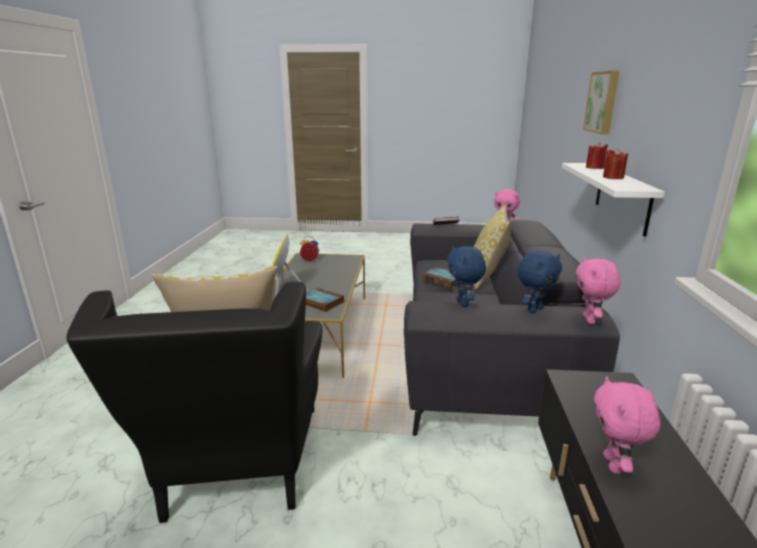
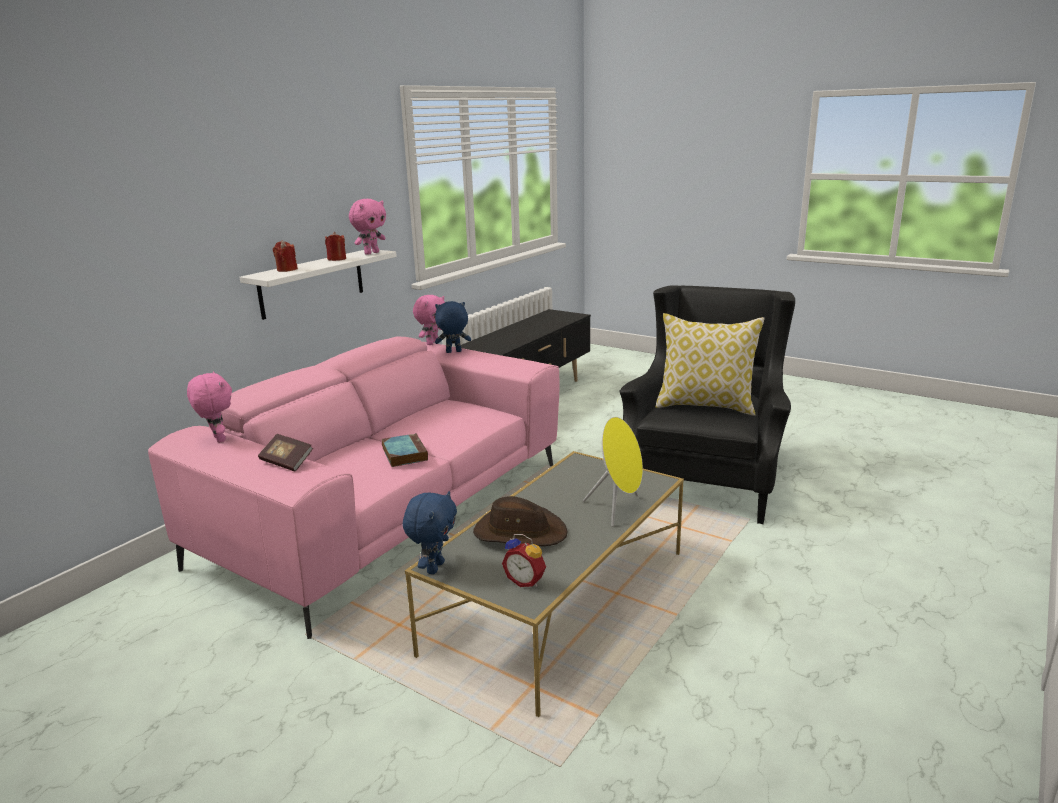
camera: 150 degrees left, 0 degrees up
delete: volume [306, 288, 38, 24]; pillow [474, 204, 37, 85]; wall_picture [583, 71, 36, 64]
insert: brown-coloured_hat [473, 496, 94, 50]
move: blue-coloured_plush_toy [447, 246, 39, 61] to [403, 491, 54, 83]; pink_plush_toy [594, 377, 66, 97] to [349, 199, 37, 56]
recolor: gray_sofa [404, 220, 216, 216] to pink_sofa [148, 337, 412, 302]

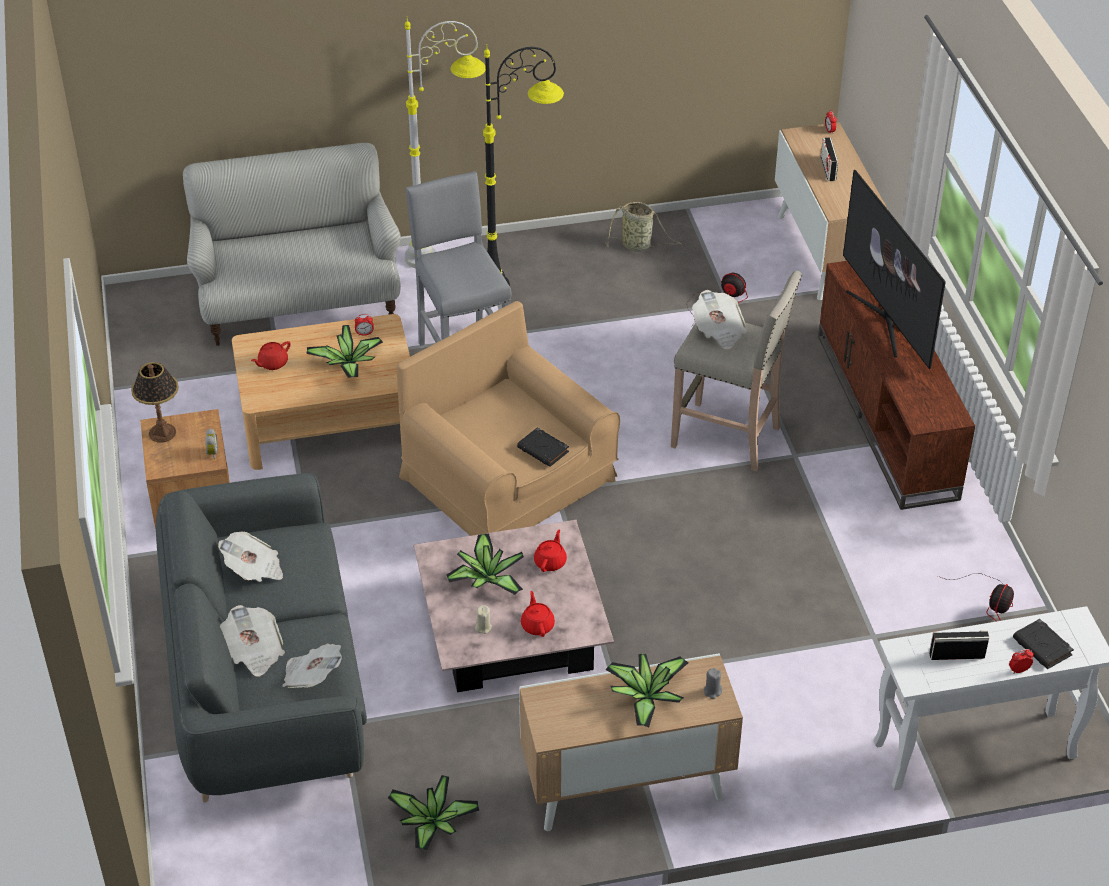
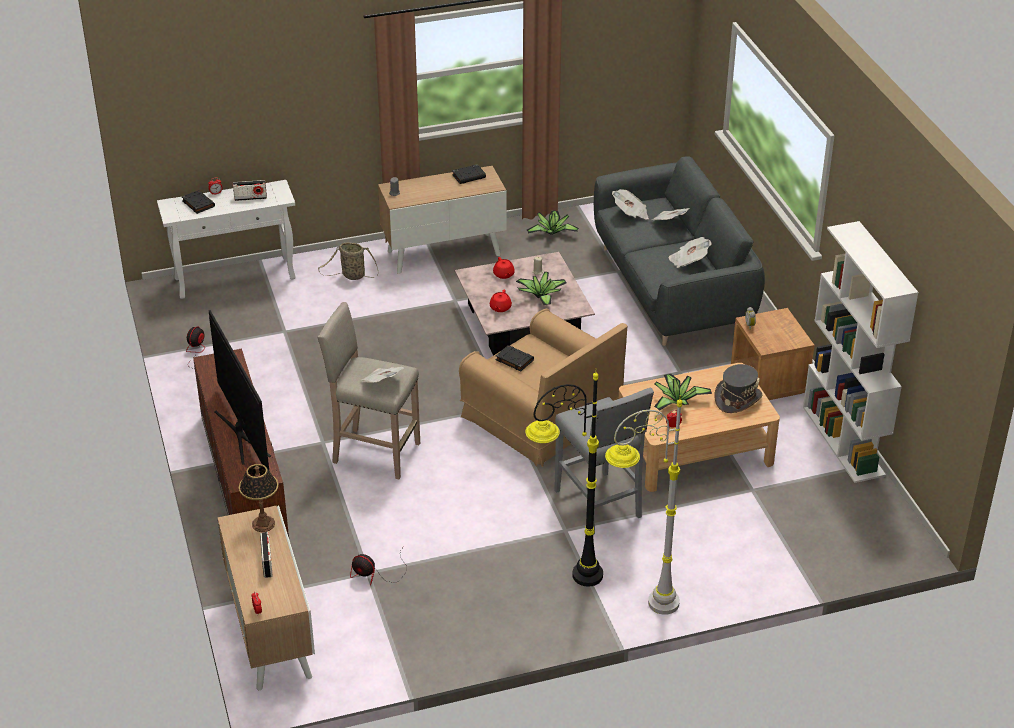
camera: 175 degrees right, 5 degrees down
delete: sofa [183, 143, 218, 203]; plant_in_a_pot [605, 653, 83, 74]
insert: black-coloured_volume [452, 164, 34, 20]; white_bookcase [803, 221, 115, 262]
move: lamp_for_a_table [131, 362, 48, 81] to [239, 464, 40, 68]; storage_basket [605, 202, 77, 50] to [318, 242, 60, 38]
replace: reddish_tea_pot [251, 341, 40, 29] to gray_hat [714, 364, 48, 49]

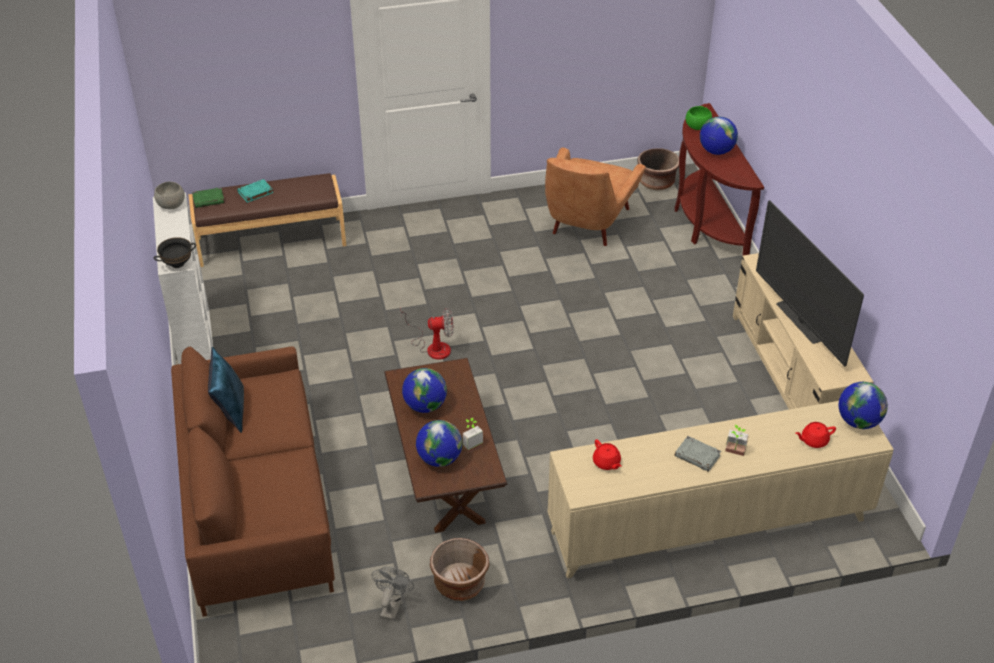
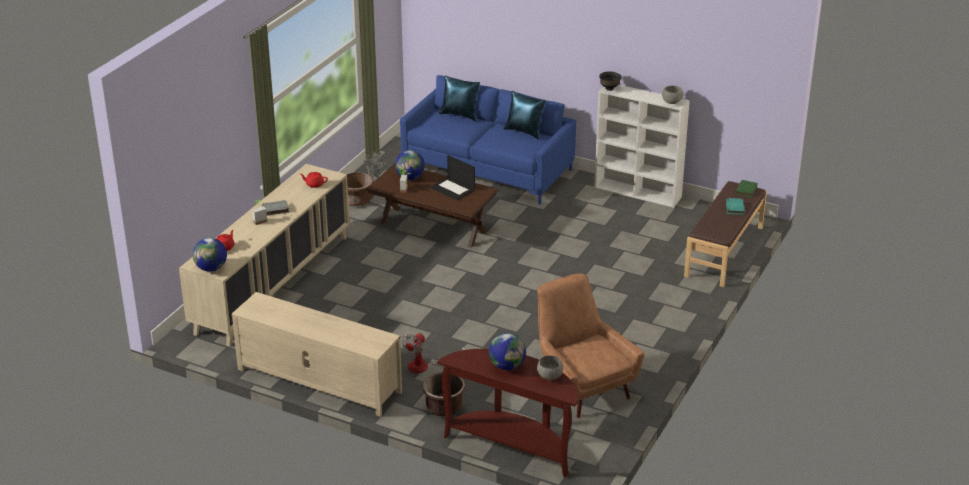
camera: 130 degrees right, 10 degrees down
delete: television [756, 200, 108, 166]
insert: blue-coloured_pillow [439, 76, 41, 45]
move: electric_fan [400, 306, 53, 54] to [402, 333, 64, 40]; brown-coloured_plant_pot [638, 149, 41, 41] to [422, 372, 43, 44]
replace: world_globe [402, 368, 45, 45] to notebook_computer [430, 155, 45, 45]
recolor: brown-coloured_sofa [171, 346, 164, 271] to blue-coloured_sofa [400, 75, 176, 130]; green-coloured_bowl [686, 106, 26, 24] to gray_bowl [537, 355, 26, 25]

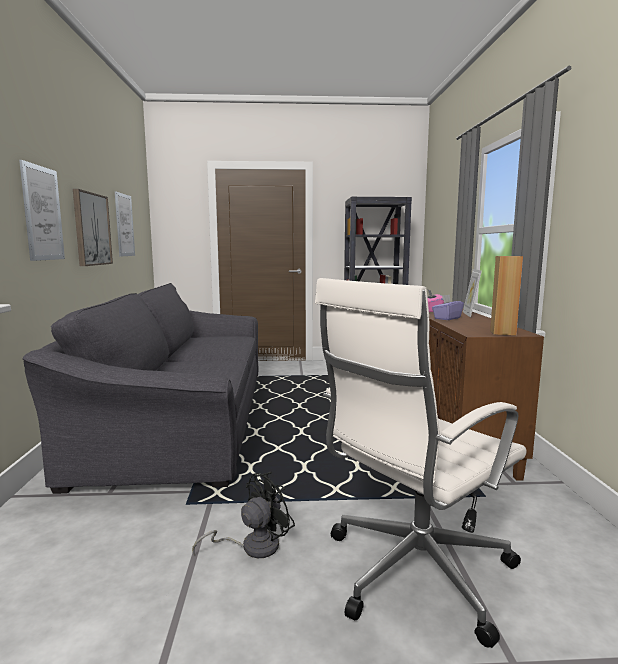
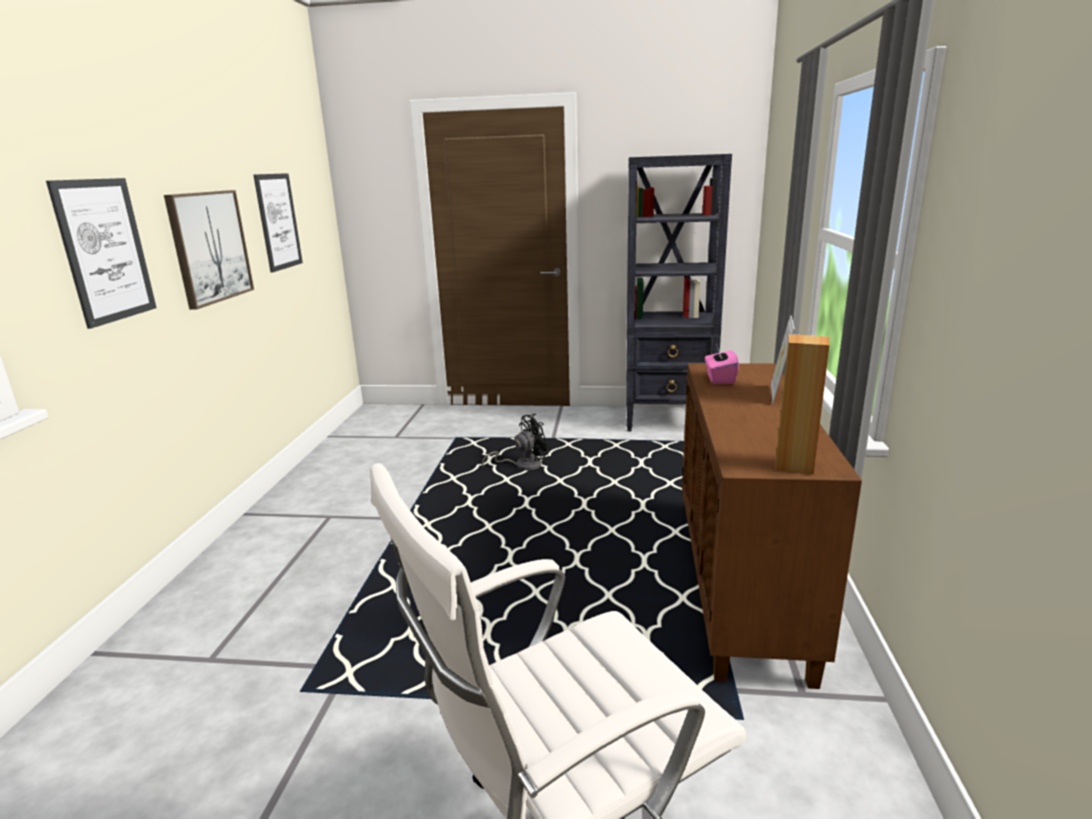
camera: 10 degrees right, 10 degrees up
delete: gray_sofa [23, 283, 235, 211]; purple_tissue_holder [432, 295, 32, 25]
move: black-coloured_electric_fan [192, 472, 103, 86] to [482, 414, 69, 56]

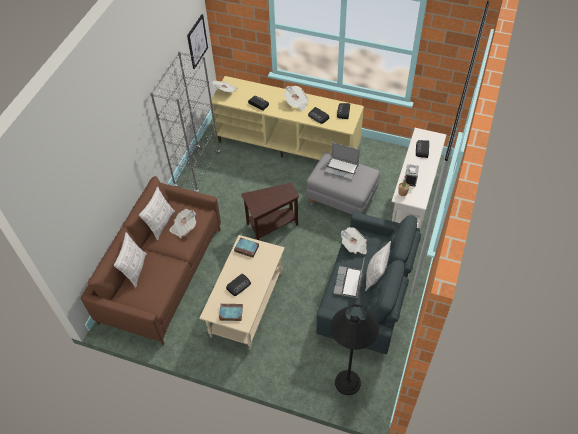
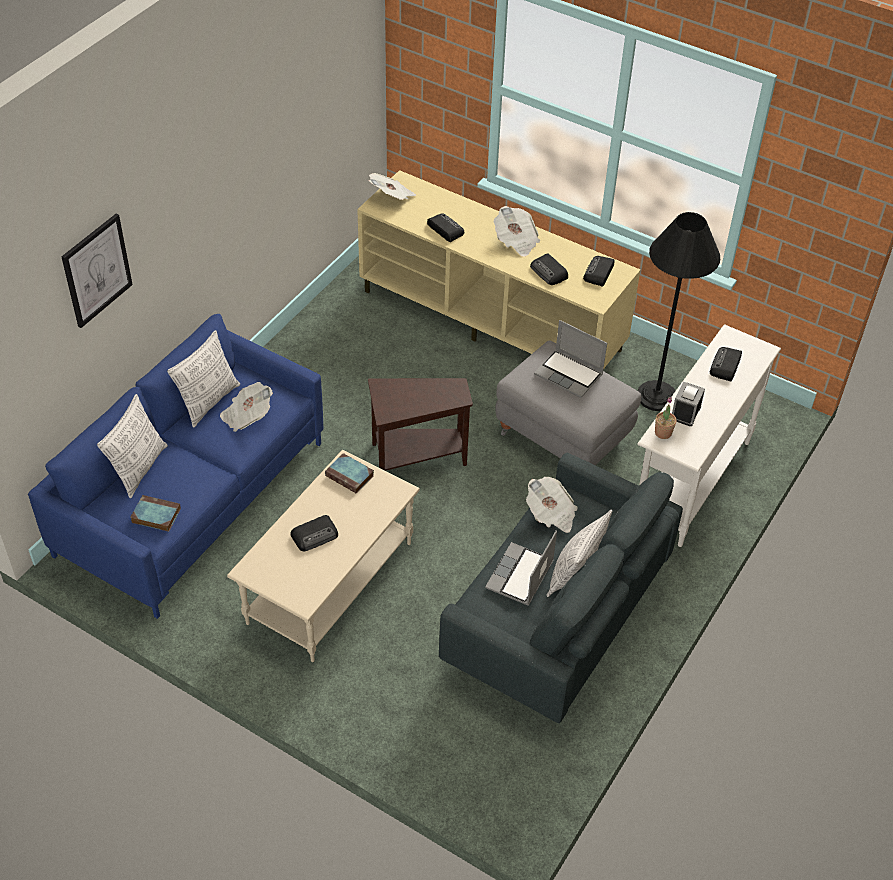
camera: 10 degrees right, 5 degrees down
delete: gray_bookcase [150, 52, 70, 140]
move: wall_picture [187, 14, 21, 55] to [61, 213, 72, 115]; volume [219, 304, 24, 17] to [130, 495, 51, 37]; black-coloured_standard_lamp [330, 304, 49, 91] to [638, 212, 82, 199]
recolor: brown-coloured_sofa [80, 176, 141, 169] to blue-coloured_sofa [28, 314, 295, 305]

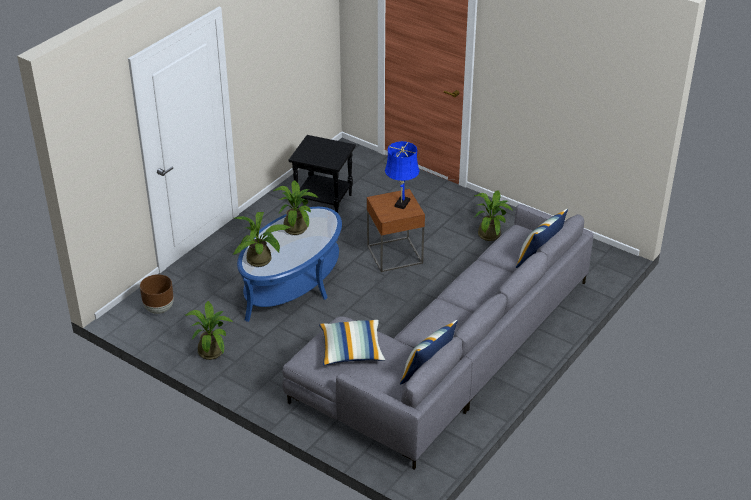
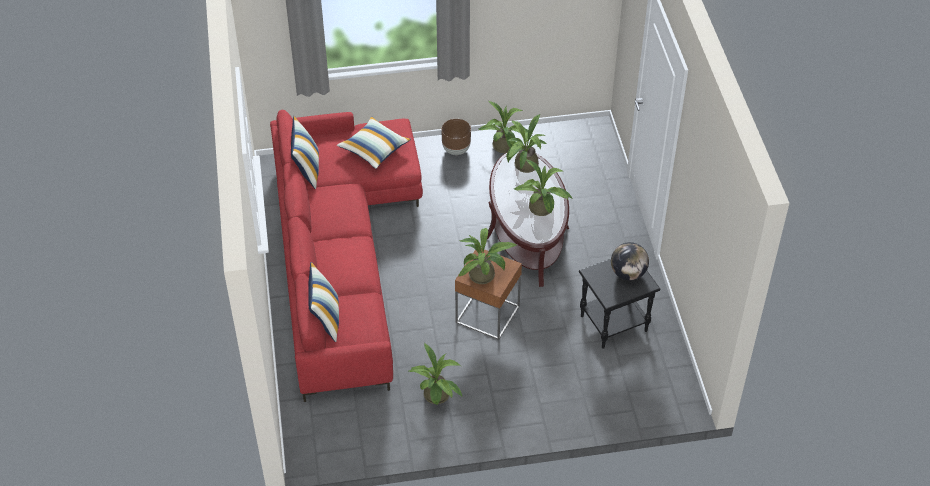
camera: 135 degrees right, 10 degrees up
insert: world_globe [611, 242, 38, 38]
move: brown-coloured_plant_pot [140, 274, 34, 40] to [441, 119, 30, 36]
replace: blue-coloured_lamp_for_a_table [385, 141, 35, 68] to plant_in_a_pot [458, 228, 60, 56]
recolor: blue-coloured_low_table [237, 207, 105, 115] to brown-coloured_low_table [487, 152, 82, 135]; gray_sofa [282, 204, 311, 266] to reddish_sofa [270, 110, 153, 292]

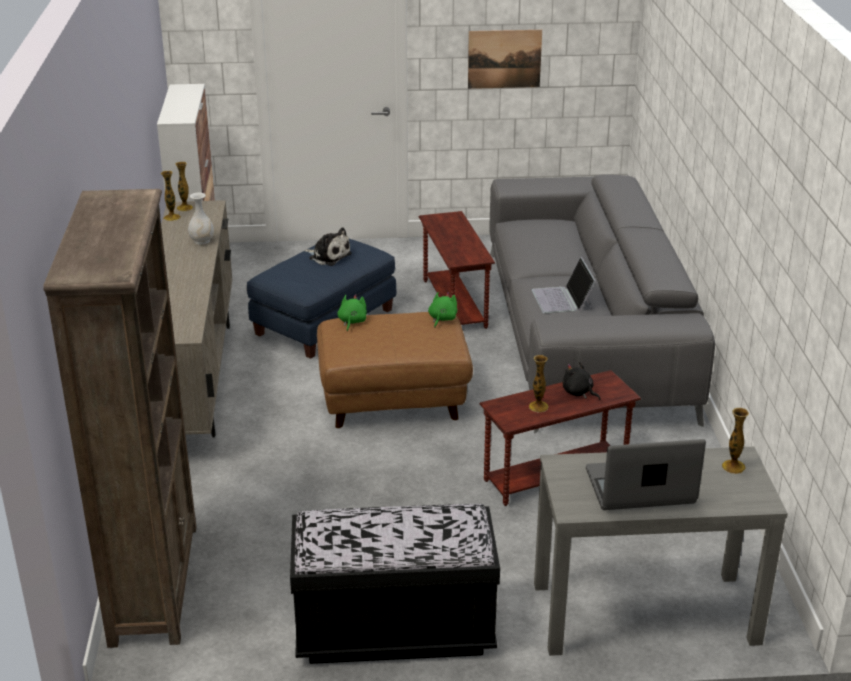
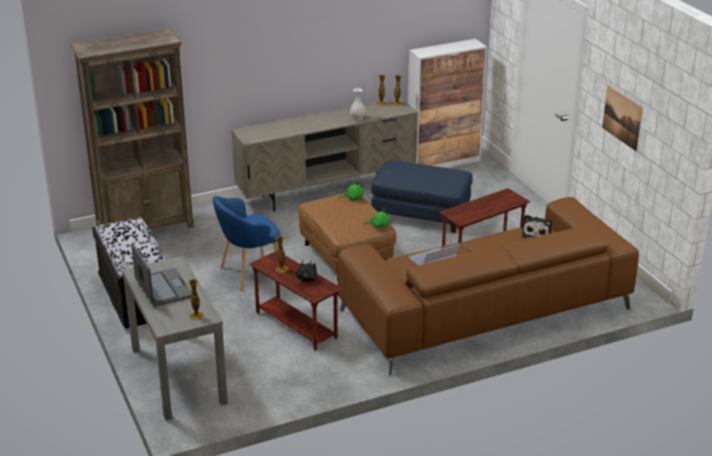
camera: 70 degrees right, 0 degrees up
insert: blue-coloured_easy_chair [213, 196, 68, 95]
move: plush_toy [304, 228, 48, 38] to [522, 215, 30, 23]
recolor: gray_sofa [489, 174, 226, 259] to brown-coloured_sofa [337, 197, 302, 179]

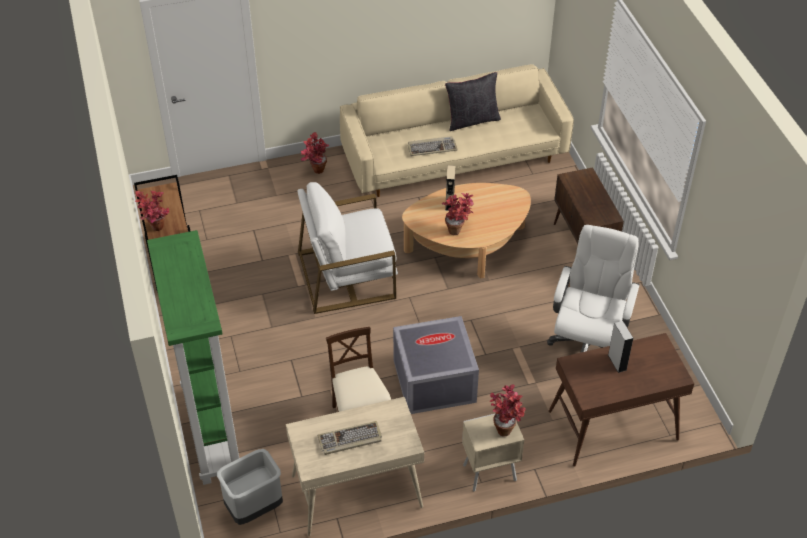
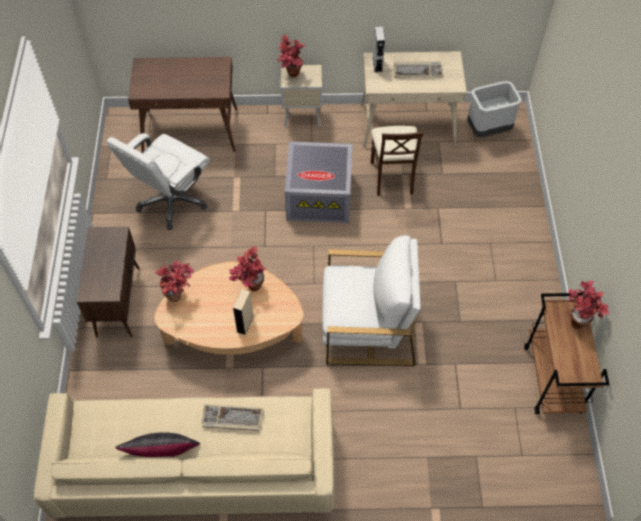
camera: 165 degrees left, 10 degrees up
delete: green-coloured_bookcase [147, 230, 92, 255]
move: plant_in_a_pot [301, 132, 28, 42] to [155, 261, 39, 41]; gray_loudspeaker [608, 321, 25, 52] to [373, 26, 12, 46]

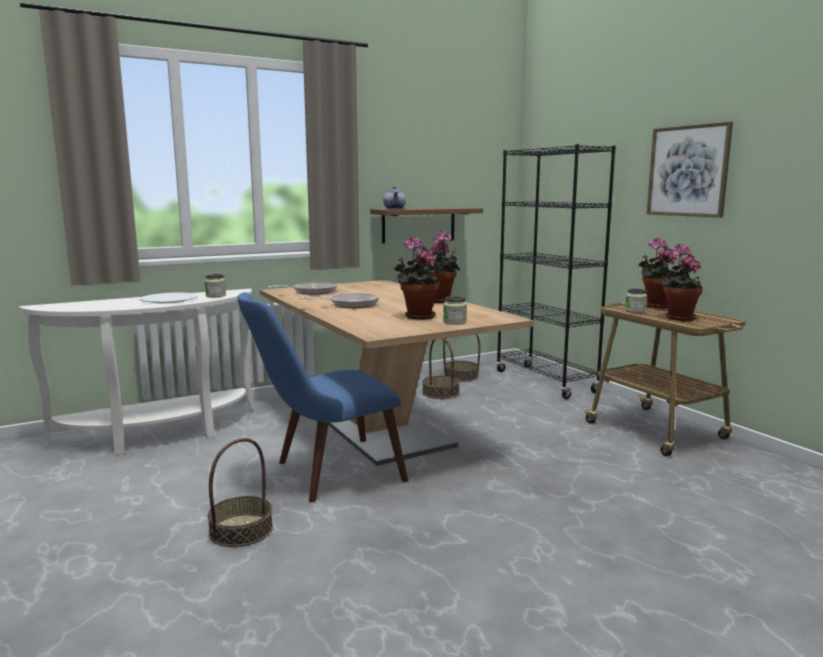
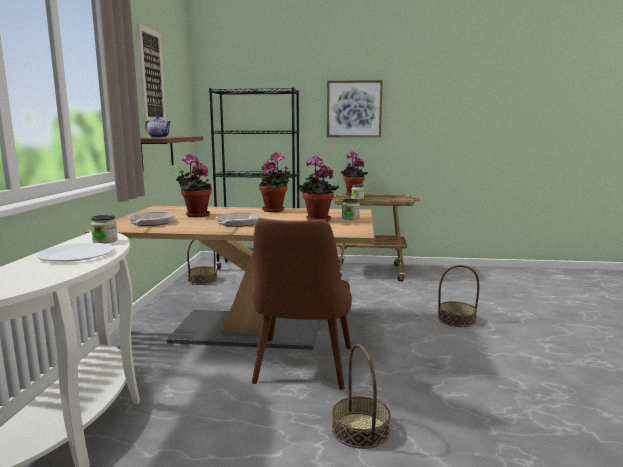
camera: 55 degrees left, 0 degrees up
insert: wall_picture [137, 23, 29, 100]
move: storage_basket [422, 339, 38, 60] to [438, 265, 41, 62]; plant_in_a_pot [659, 244, 44, 77] to [175, 154, 37, 63]
recolor: blue-coloured_upright_chair [238, 292, 170, 211] to brown-coloured_upright_chair [252, 218, 100, 172]

